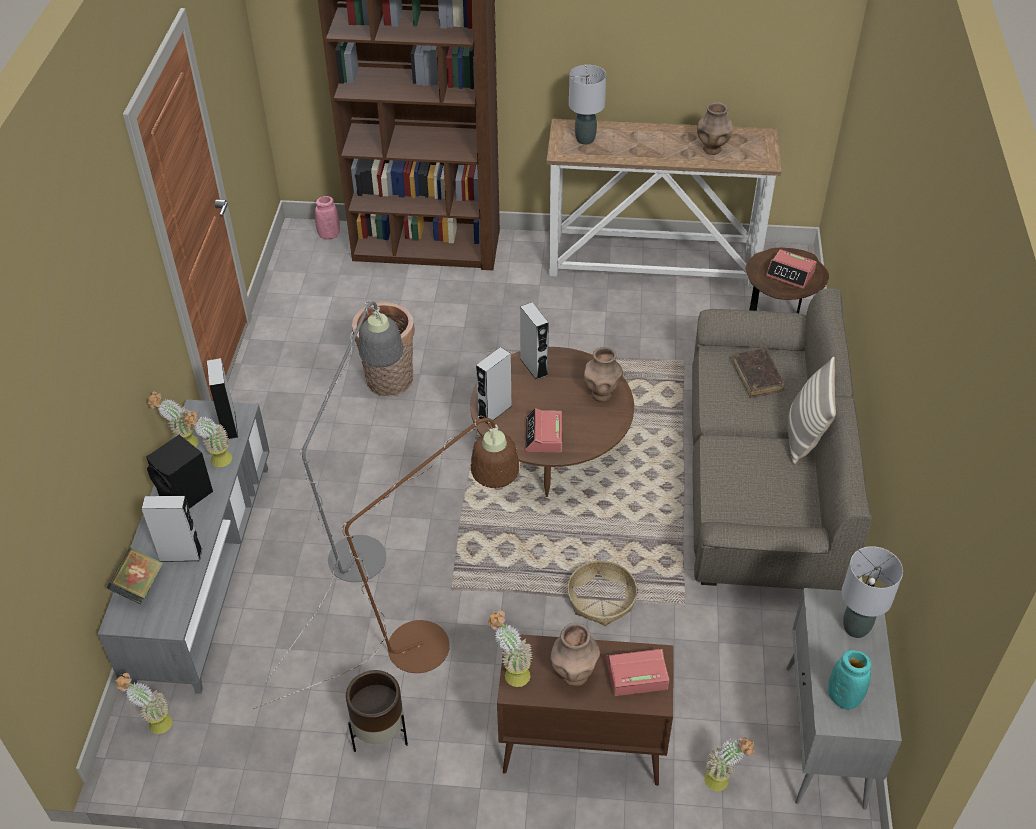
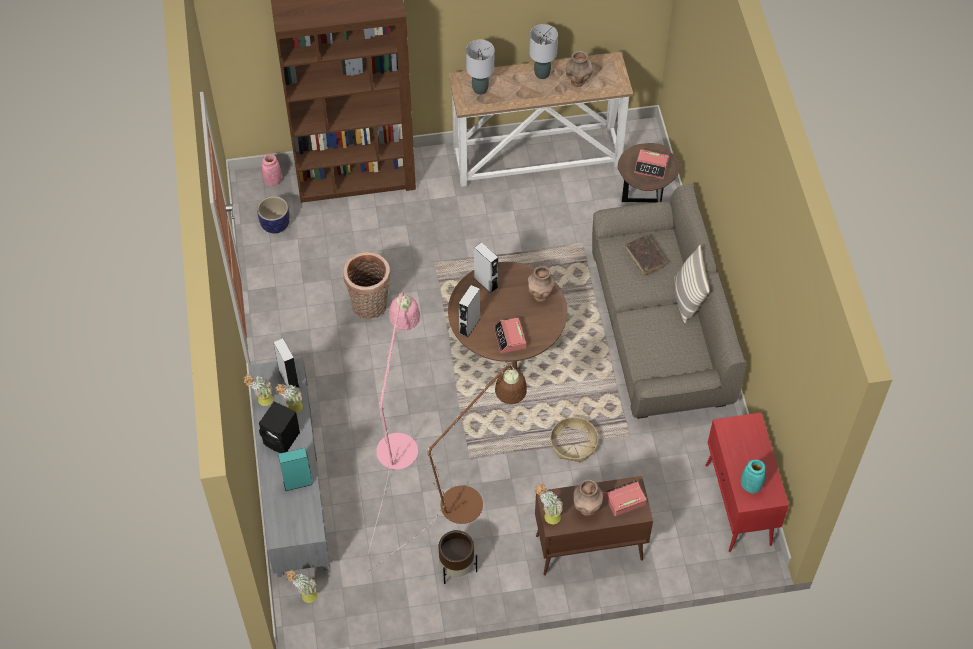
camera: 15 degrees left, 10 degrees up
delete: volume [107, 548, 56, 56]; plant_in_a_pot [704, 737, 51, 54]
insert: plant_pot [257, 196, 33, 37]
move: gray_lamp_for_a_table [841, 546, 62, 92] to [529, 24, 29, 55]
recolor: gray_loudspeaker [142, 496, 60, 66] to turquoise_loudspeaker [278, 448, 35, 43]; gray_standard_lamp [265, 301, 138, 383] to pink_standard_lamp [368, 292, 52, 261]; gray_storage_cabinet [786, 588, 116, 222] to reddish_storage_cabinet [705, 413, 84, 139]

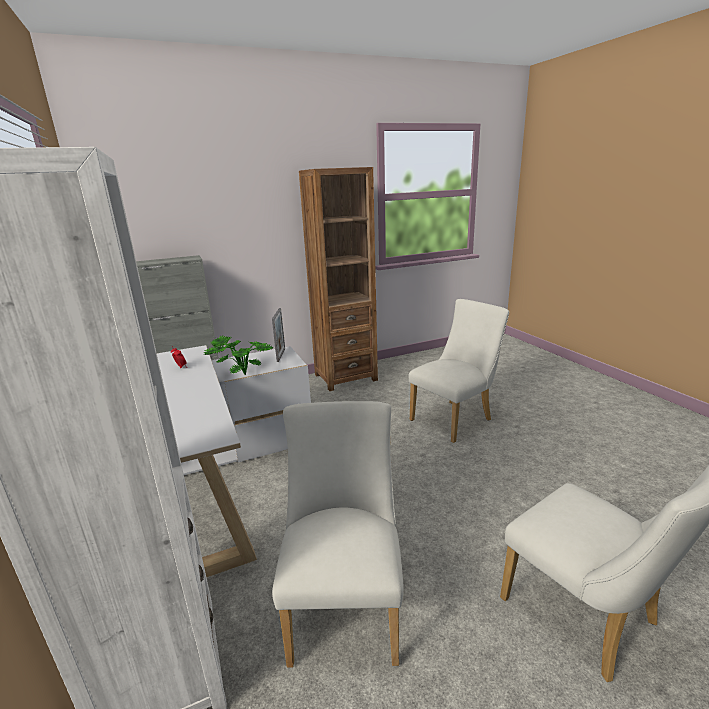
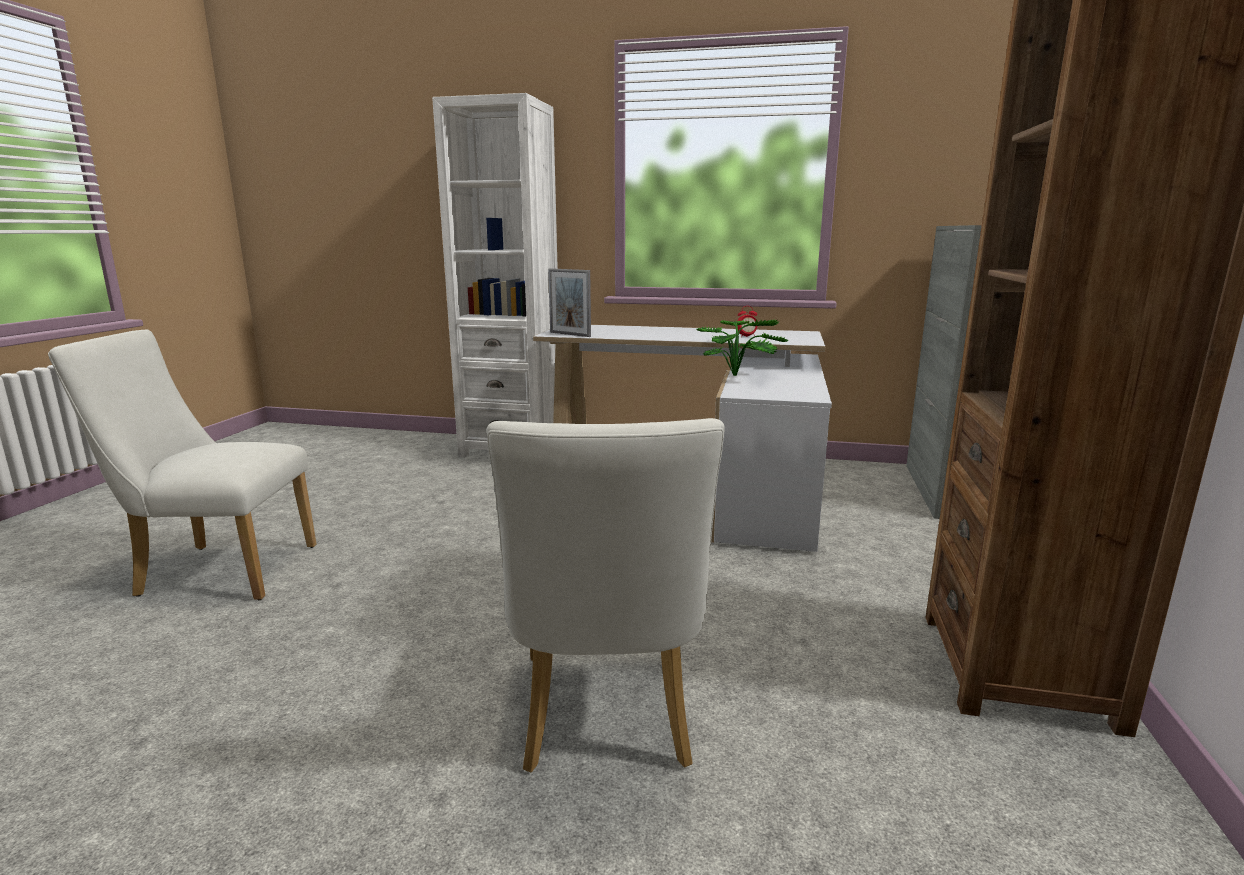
camera: 125 degrees right, 5 degrees down
delete: white_upright_chair [272, 401, 132, 267]
move: standing_frame [272, 308, 13, 54] to [548, 268, 43, 69]

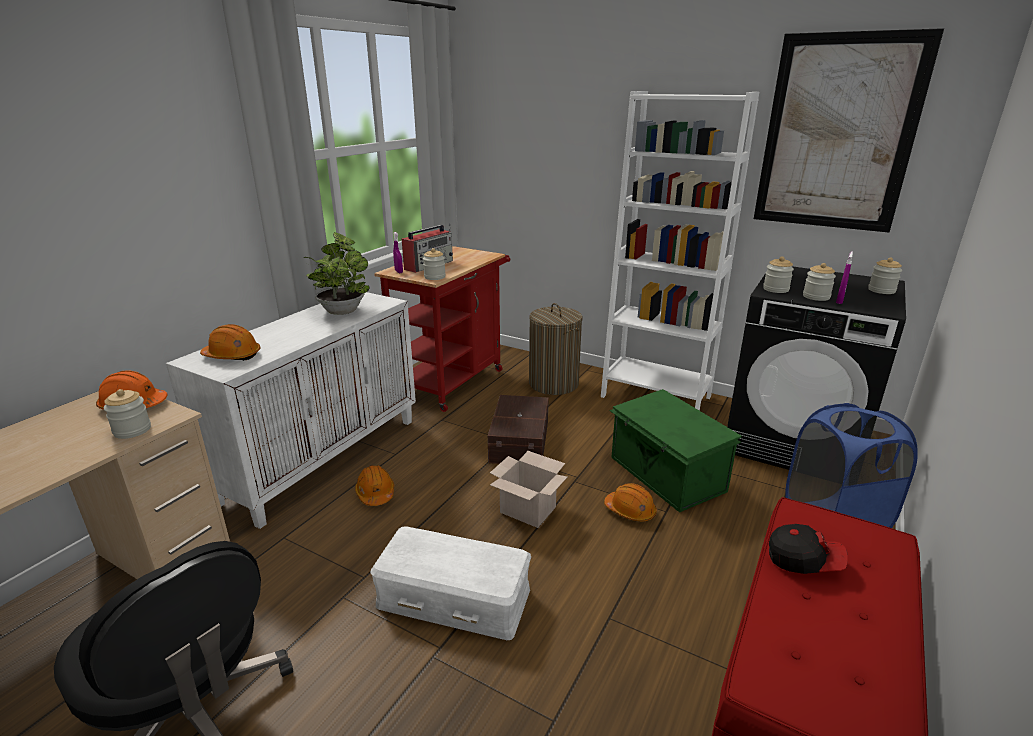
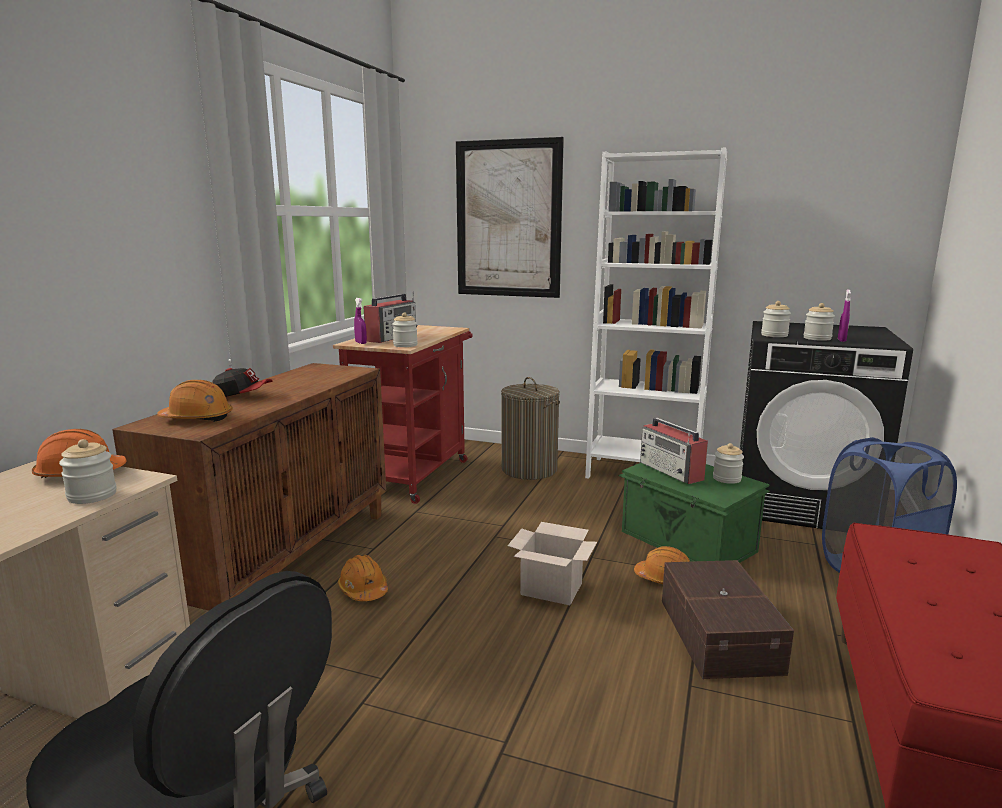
camera: 10 degrees left, 10 degrees down
delete: plant_in_a_pot [303, 232, 66, 83]; white_storage_bin [370, 526, 161, 114]
insert: radio_receiver [640, 417, 68, 67]
move: brown-coloured_storage_bin [488, 395, 61, 69] to [662, 560, 132, 119]; wall_picture [754, 28, 190, 205] to [456, 137, 108, 161]; peaked_cap [769, 524, 79, 50] to [212, 368, 61, 29]; jar [868, 257, 34, 37] to [713, 443, 31, 41]
recolor: white_storage_cabinet [166, 292, 250, 237] to brown-coloured_storage_cabinet [112, 363, 274, 248]

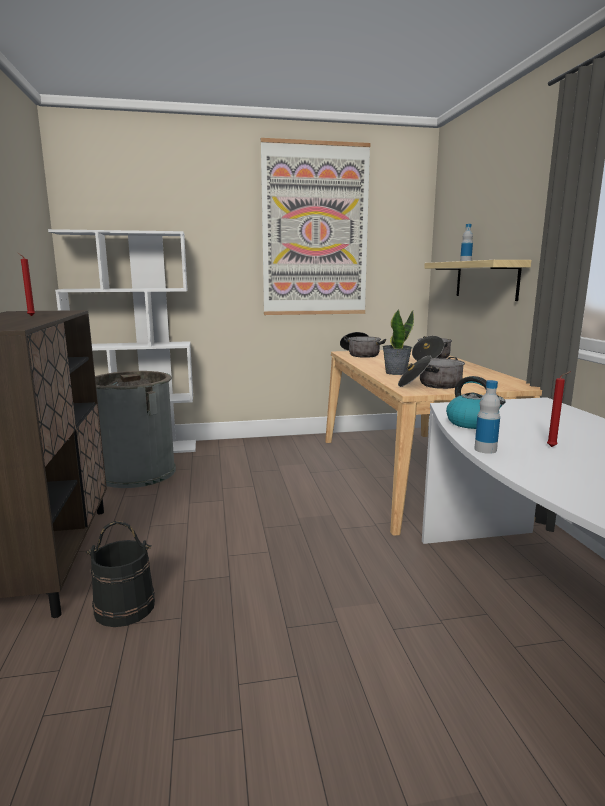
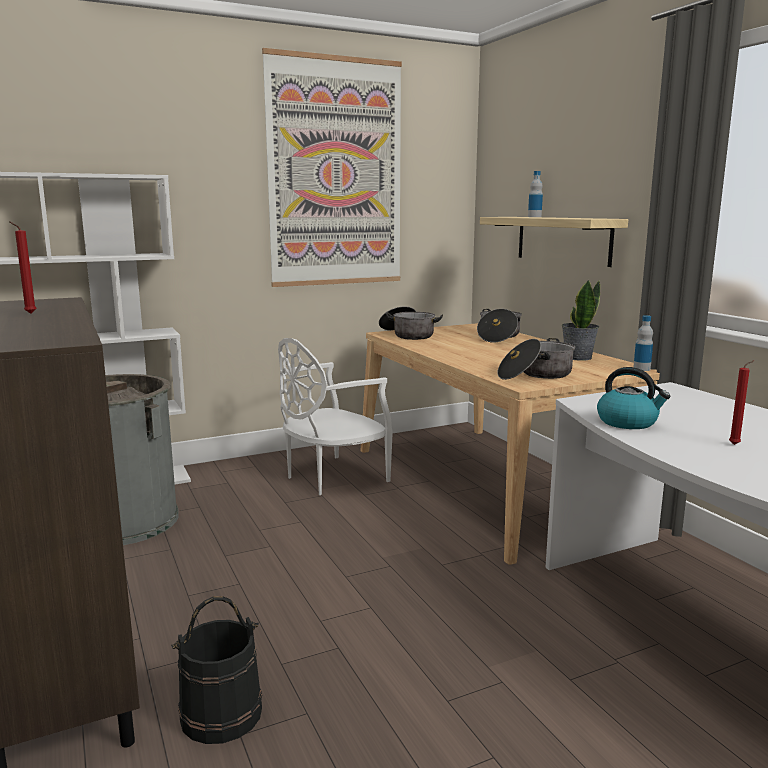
camera: 15 degrees left, 0 degrees up
insert: white_upright_chair [278, 338, 115, 157]
move: plant_in_a_pot [383, 309, 31, 66] to [562, 279, 38, 82]; bottle [474, 380, 26, 74] to [634, 315, 19, 56]

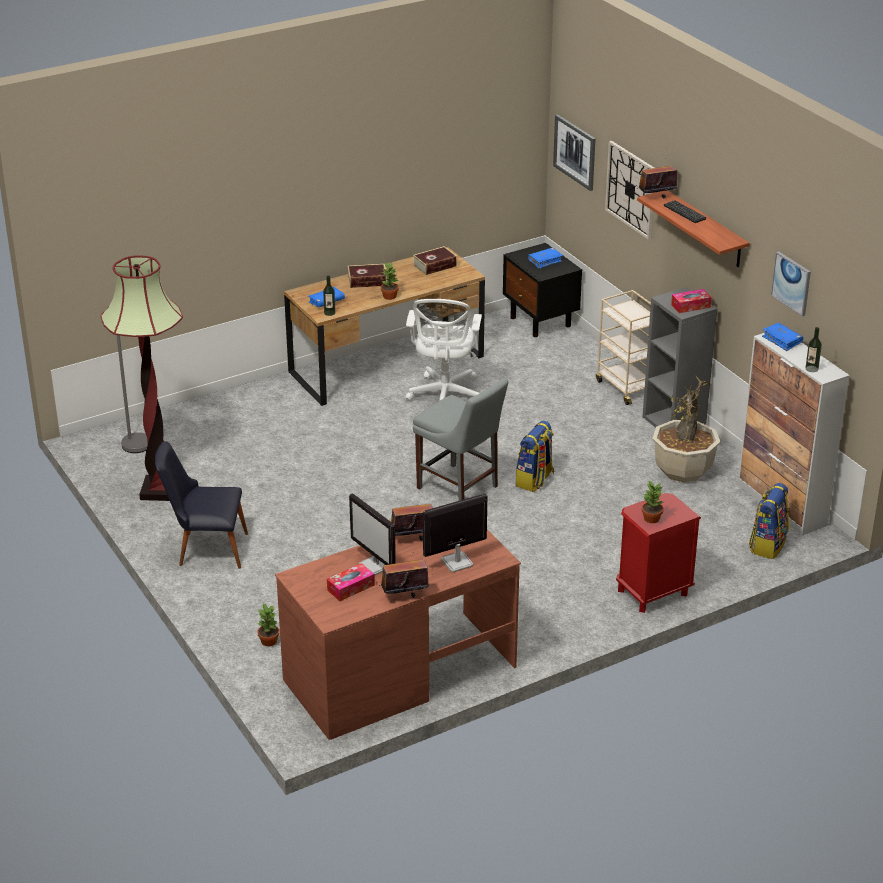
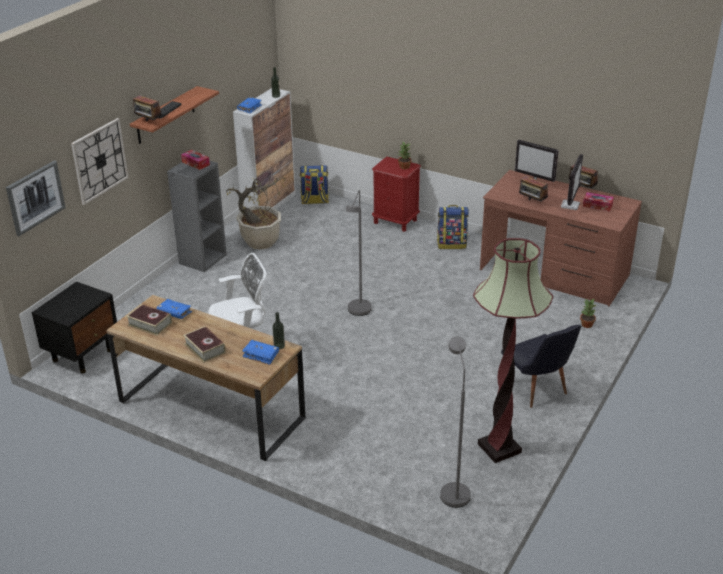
camera: 120 degrees left, 0 degrees up
delete: plant_in_a_pot [381, 262, 18, 38]; sand-coloured_trolley [596, 290, 55, 115]; wall_picture [771, 251, 40, 65]
move: rucksack [516, 421, 38, 71] to [437, 205, 32, 44]; blue-coloured_volume [528, 248, 35, 20] to [157, 299, 35, 20]
replace: gray_upright_chair [413, 378, 95, 123] to gray_standard_lamp [346, 190, 26, 126]

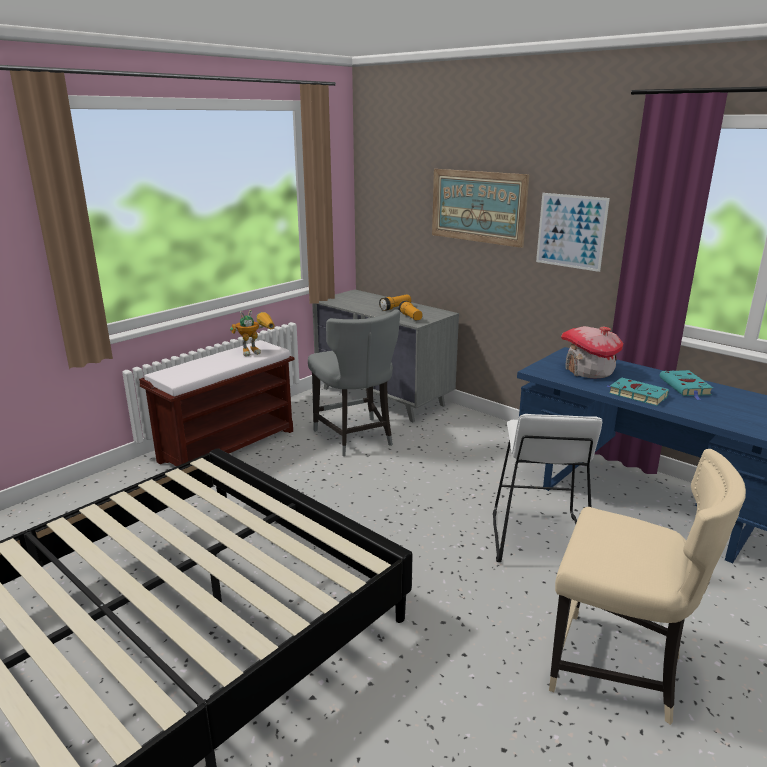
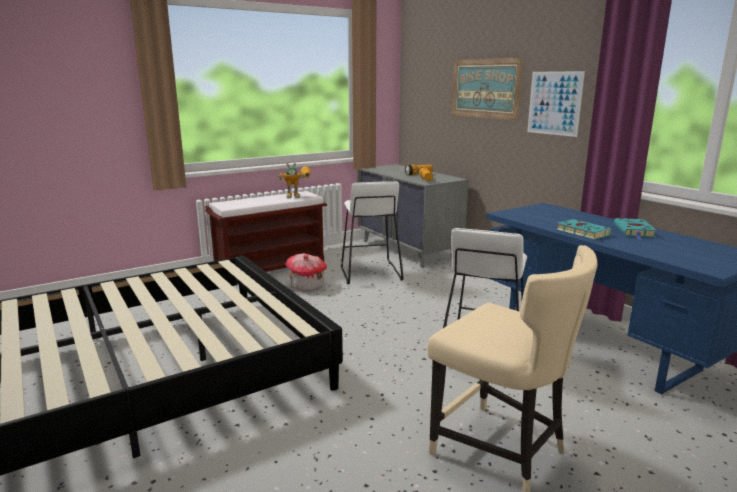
camera: 15 degrees right, 5 degrees down
move: miniature_house [561, 326, 62, 52] to [285, 253, 42, 38]
replace: gray_upright_chair [308, 309, 92, 147] to white_sitting_stool [341, 181, 62, 103]

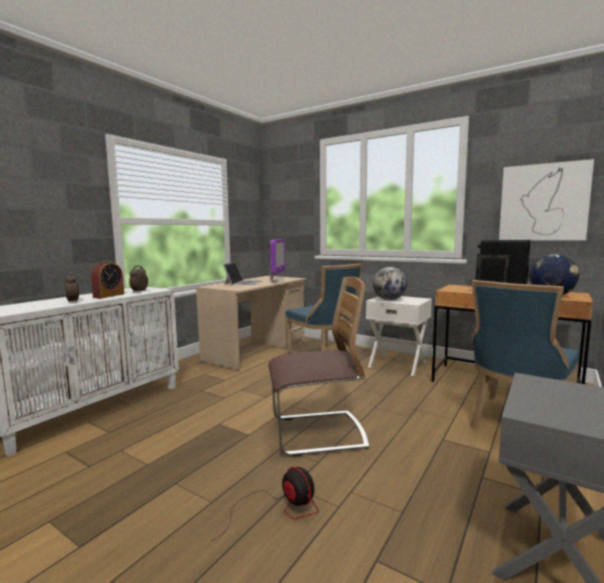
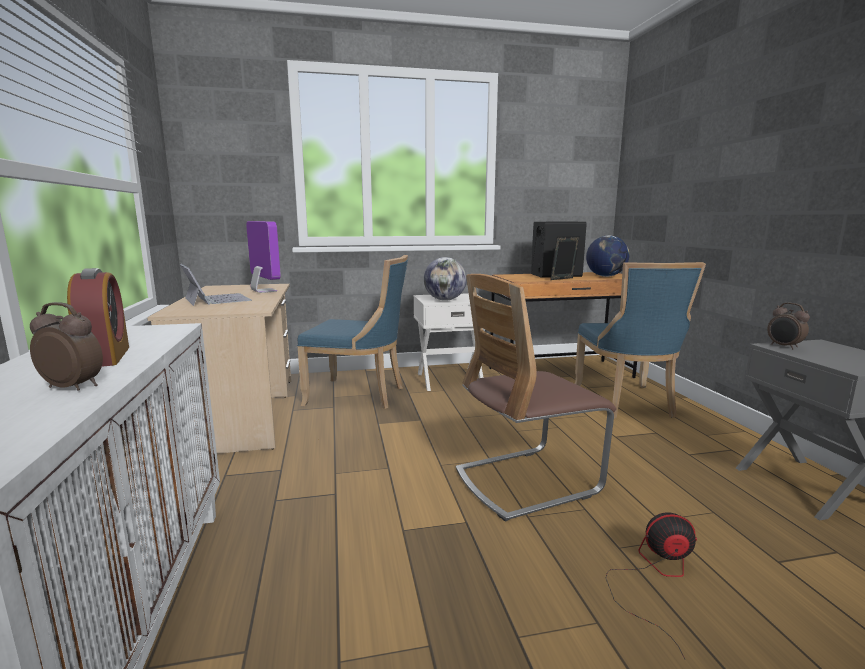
camera: 45 degrees left, 5 degrees up
delete: wall_picture [499, 159, 95, 82]
move: alarm_clock [129, 266, 19, 27] to [767, 303, 43, 47]
rotate: upright_chair [268, 277, 101, 180] = [456, 274, 160, 248] 150 degrees counterclockwise

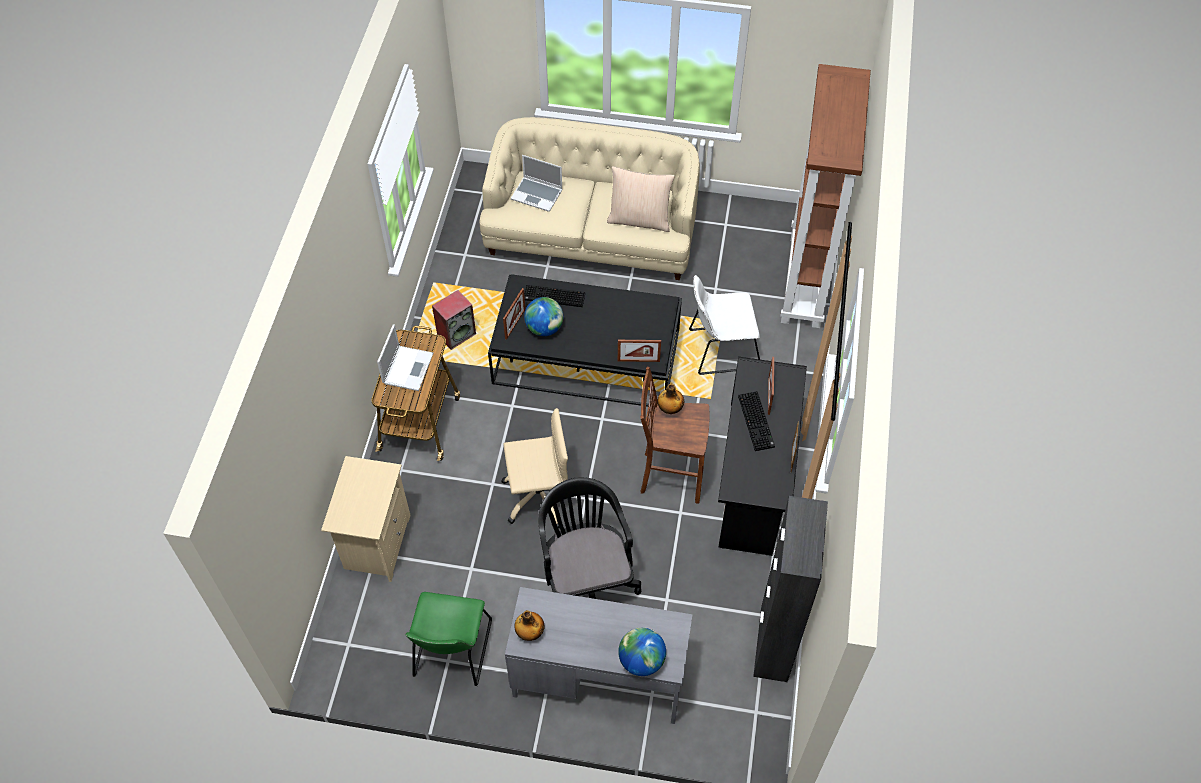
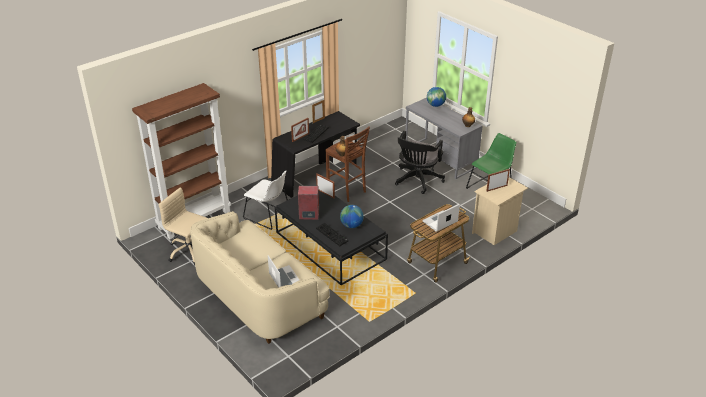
camera: 140 degrees left, 20 degrees down
delete: sand-coloured_pillow [607, 166, 68, 66]; black-coloured_storage_cabinet [753, 496, 75, 186]
move: loudspeaker [432, 290, 44, 60] to [298, 186, 21, 34]; sand-coloured_desk_chair [501, 408, 67, 120] to [158, 187, 49, 78]; standing_frame [503, 288, 23, 52] to [486, 169, 24, 23]

